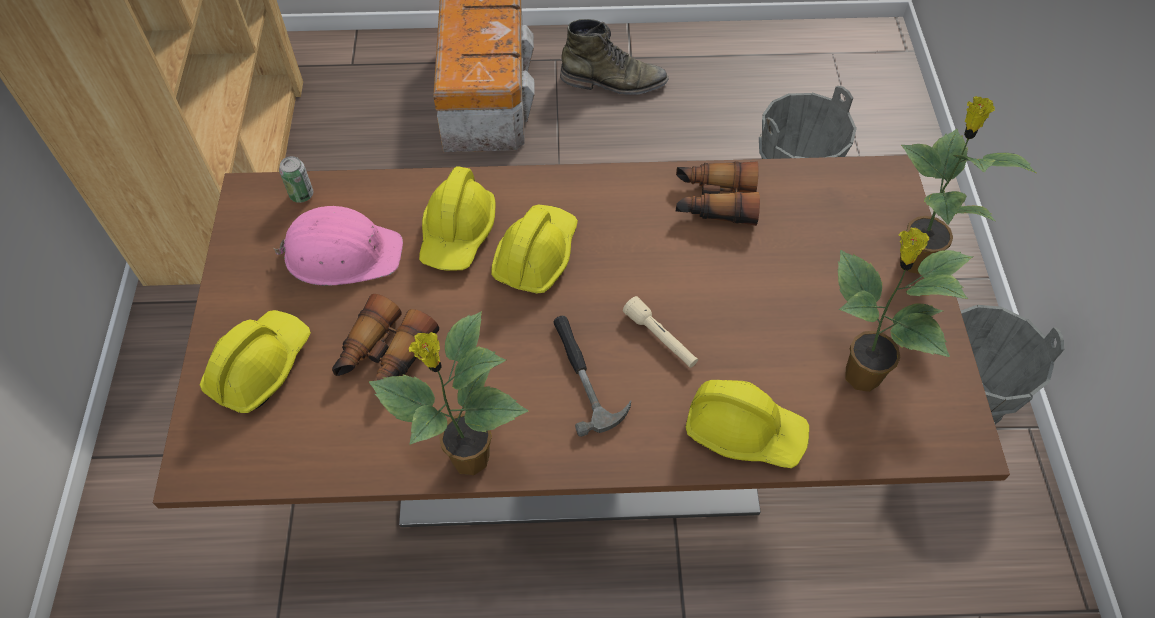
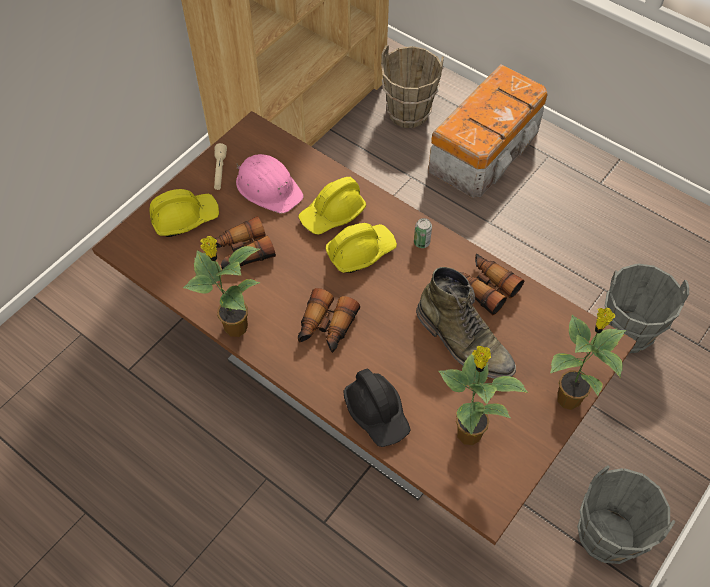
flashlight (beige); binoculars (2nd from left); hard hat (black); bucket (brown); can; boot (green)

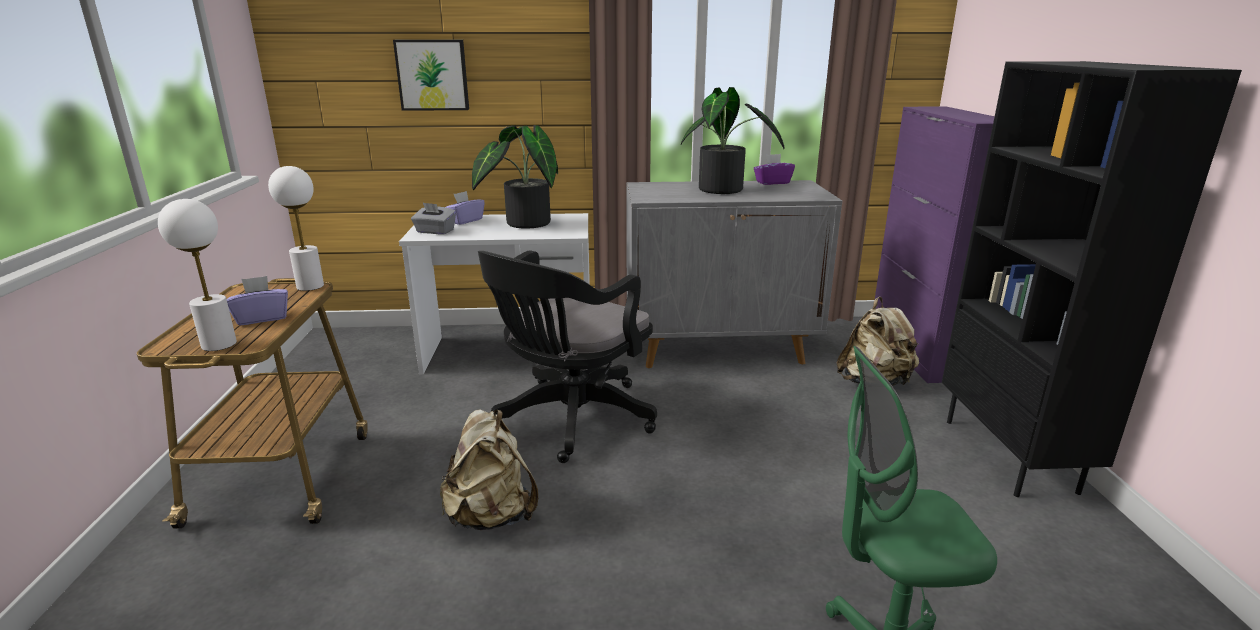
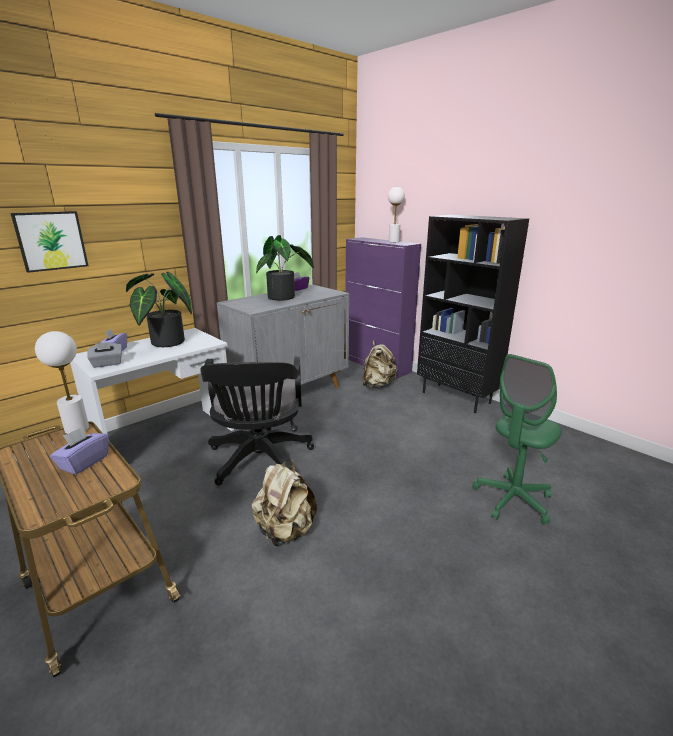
table lamp (white) (2nd from left)

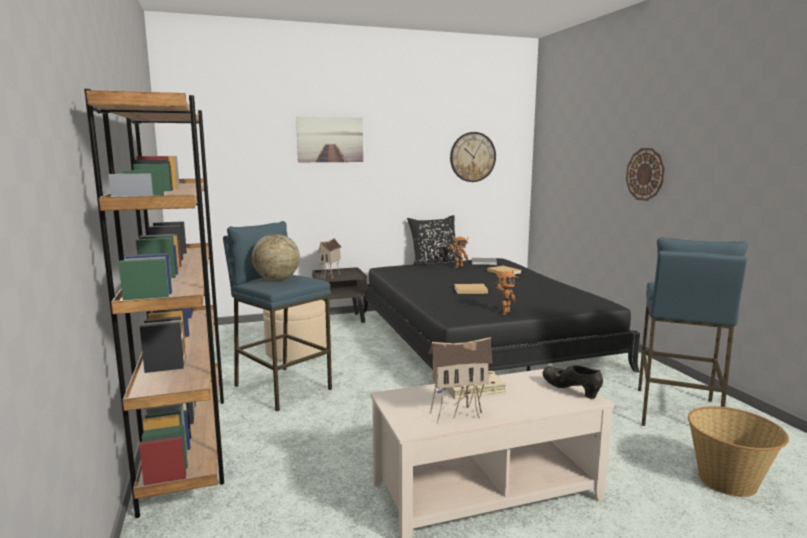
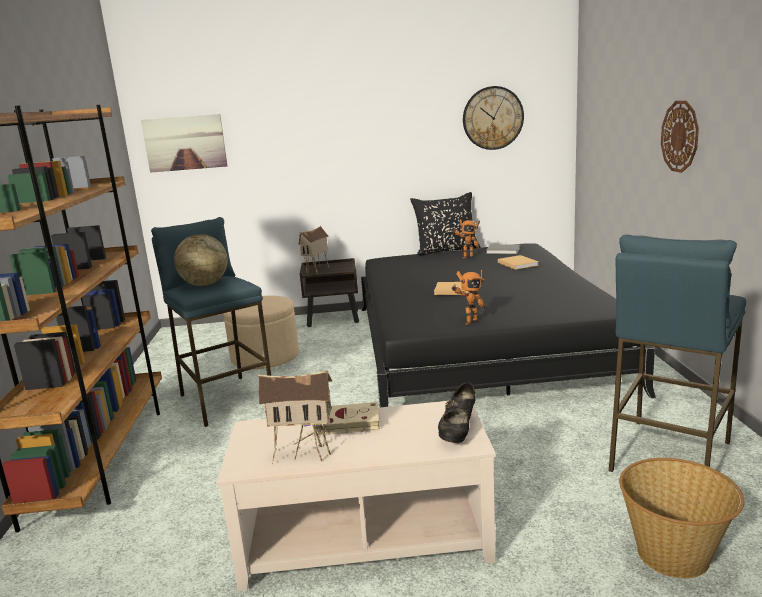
picture; shoe (black)

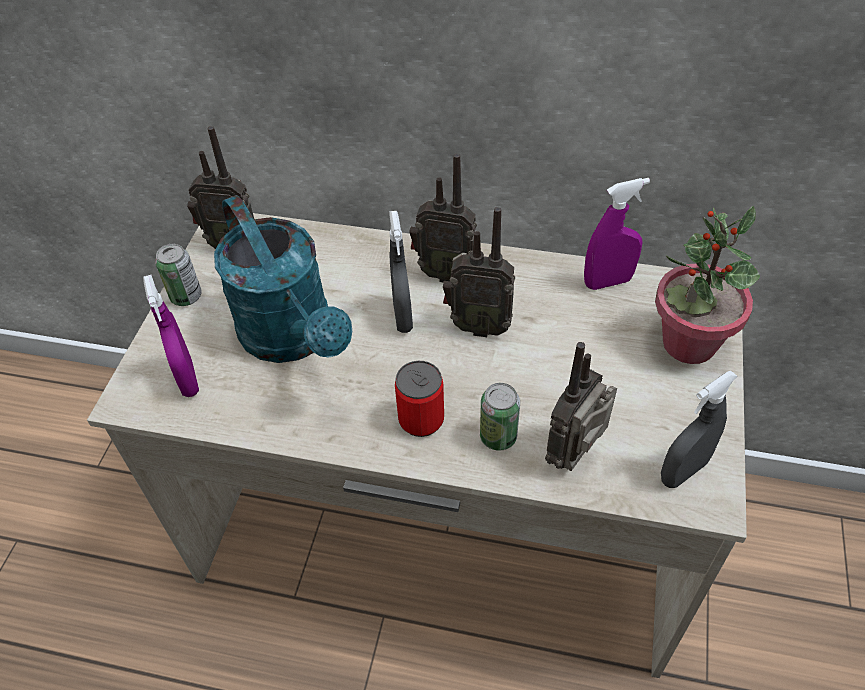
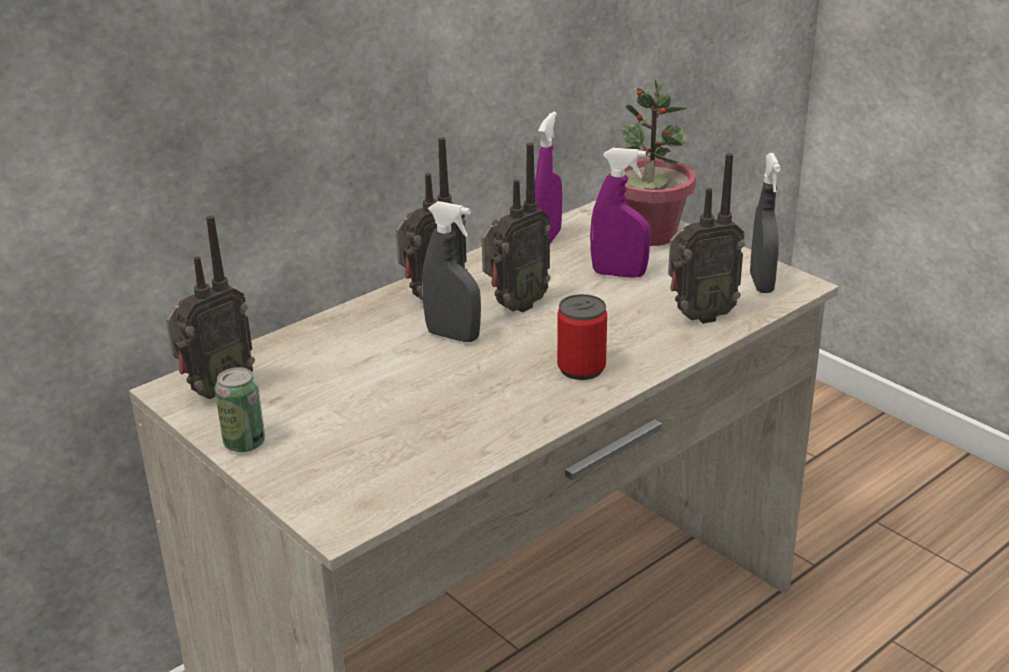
spray bottle (purple) (2nd from left); radio (4th from left); watering can (turquoise); can (3rd from left in the first image)

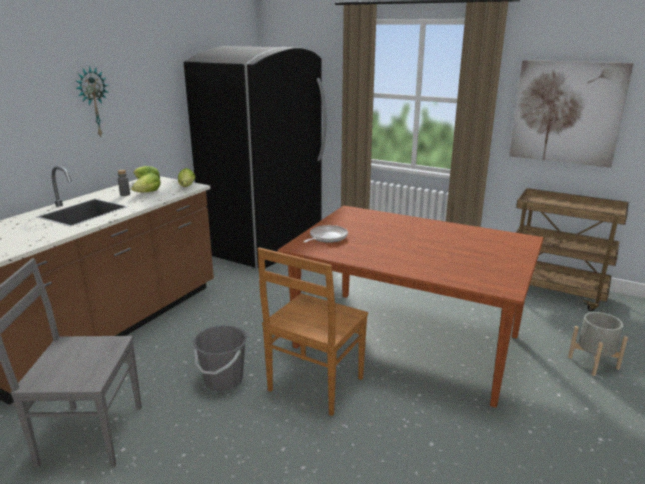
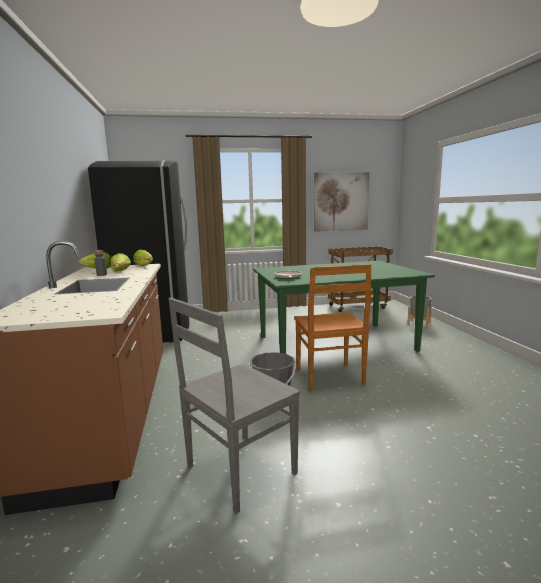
dining table (green); wall clock

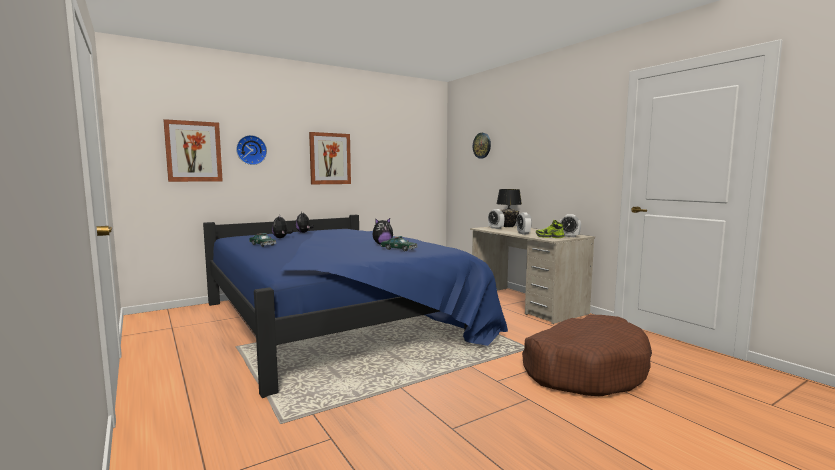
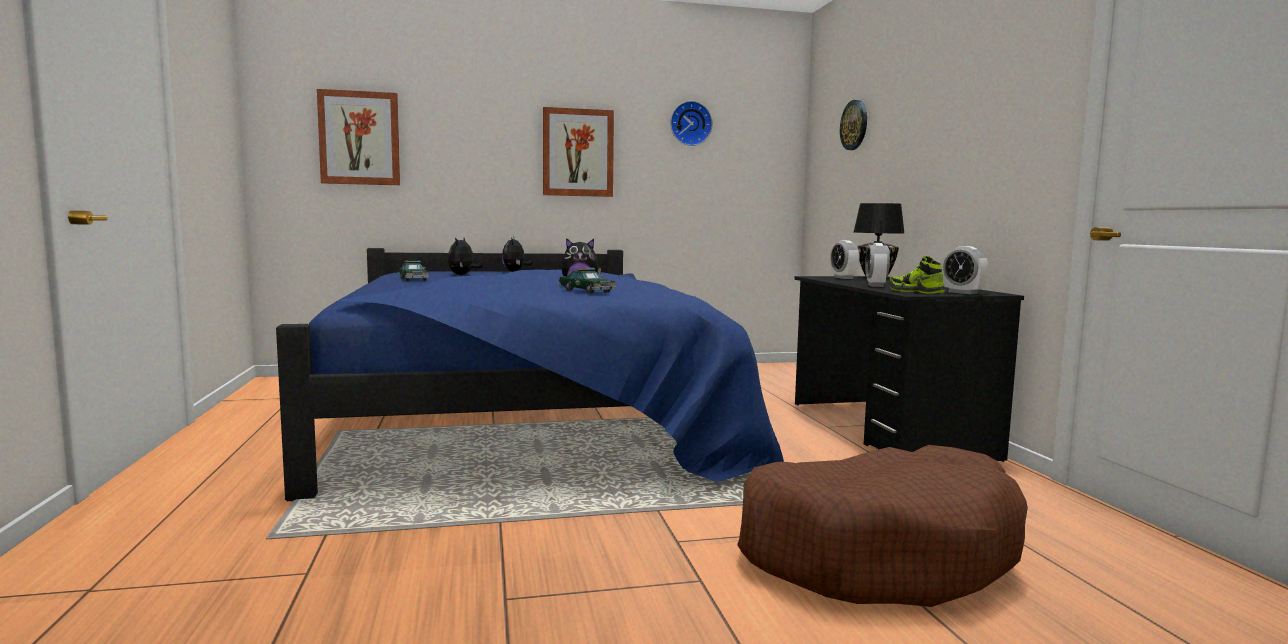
wall clock (1st from left); desk (black)

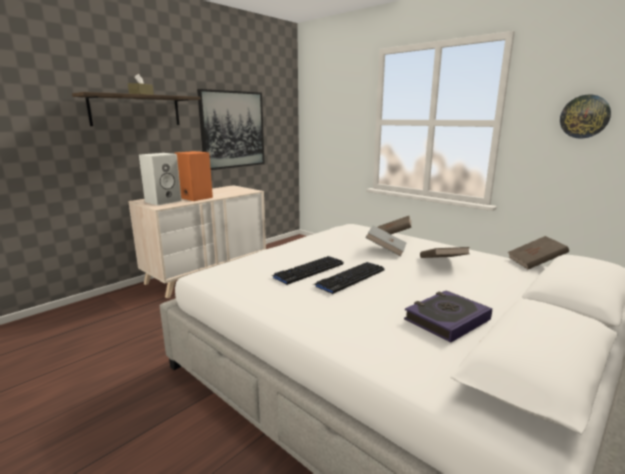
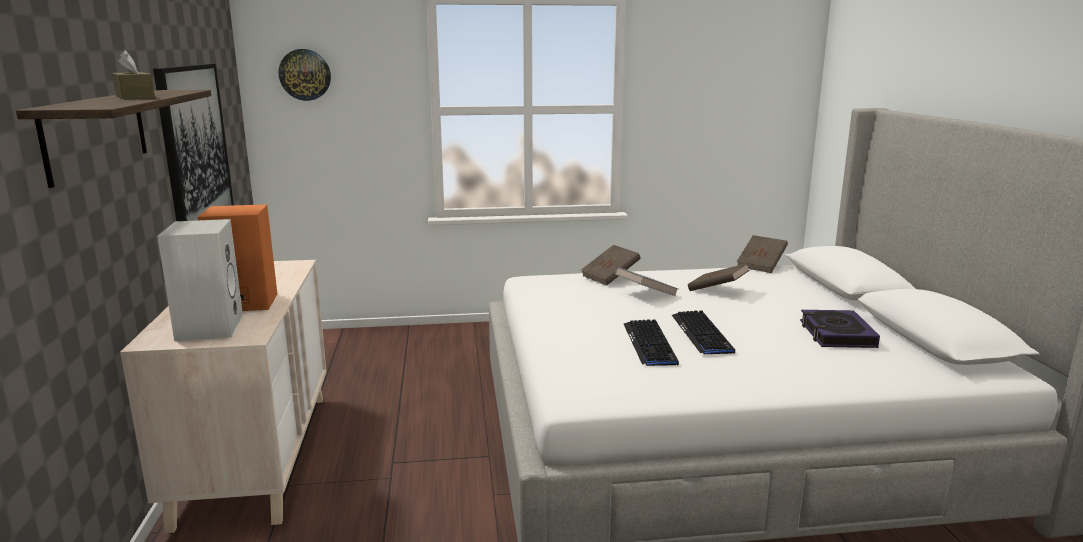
wall clock

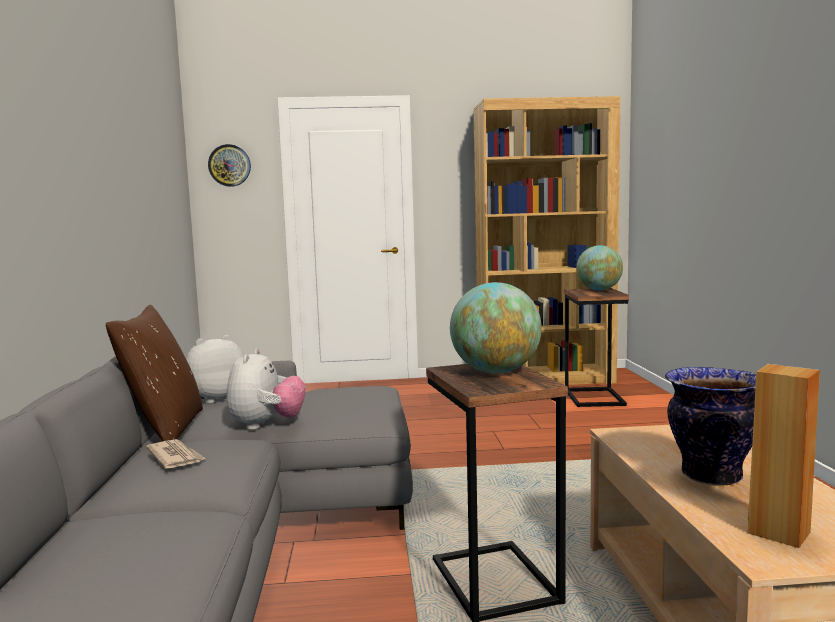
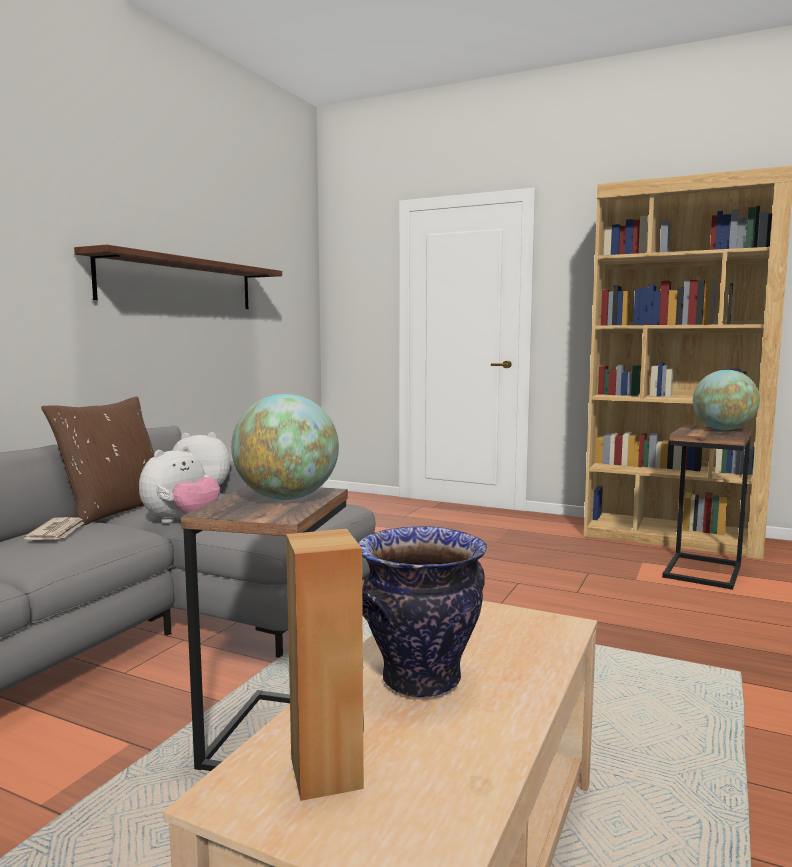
shelf; wall clock

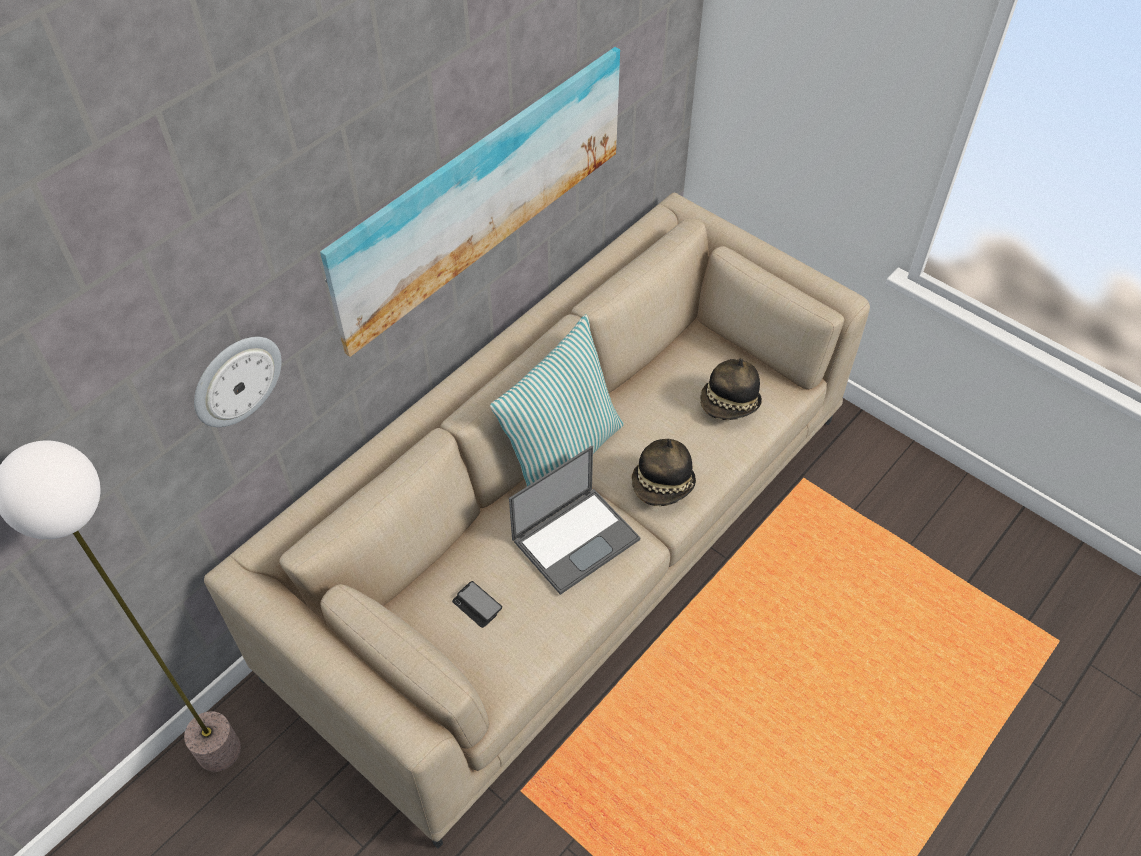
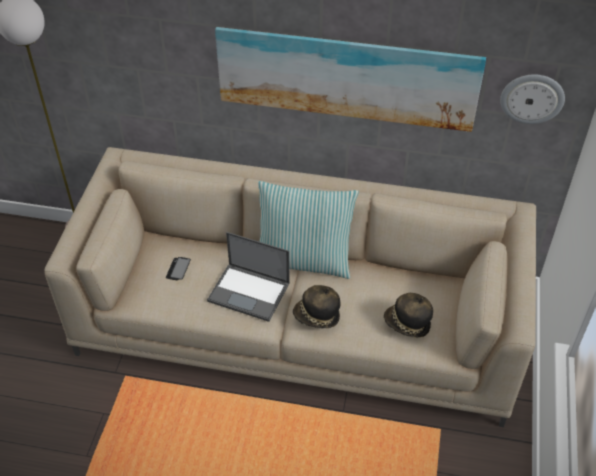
wall clock

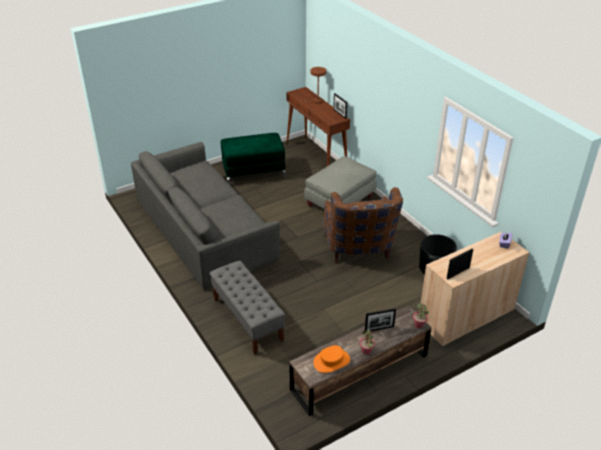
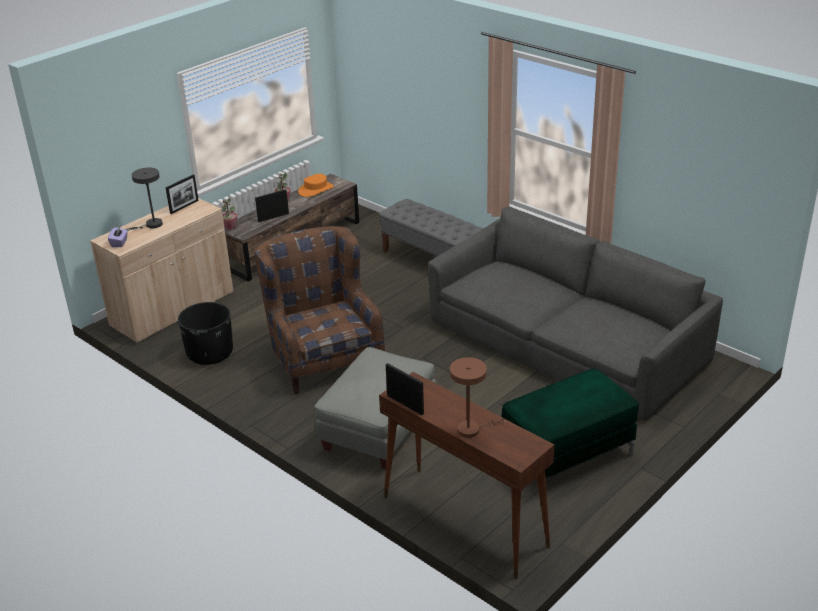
table lamp (grey)

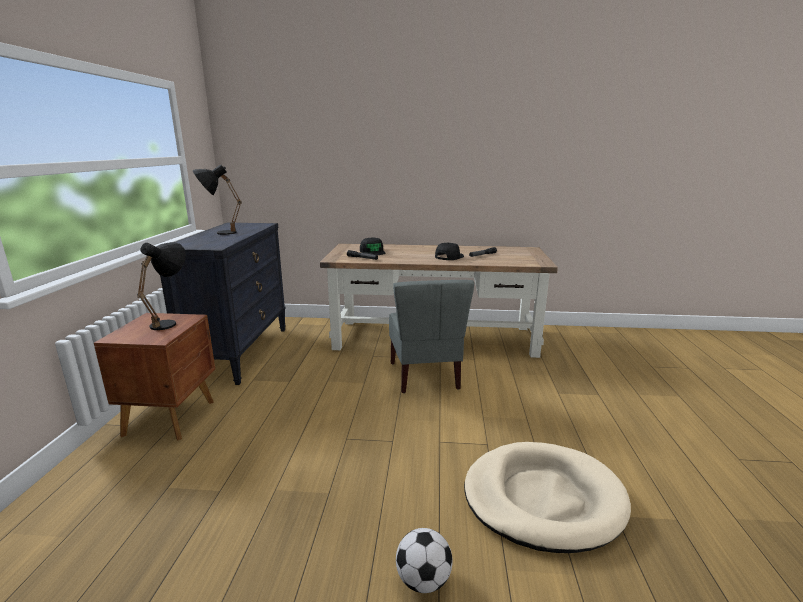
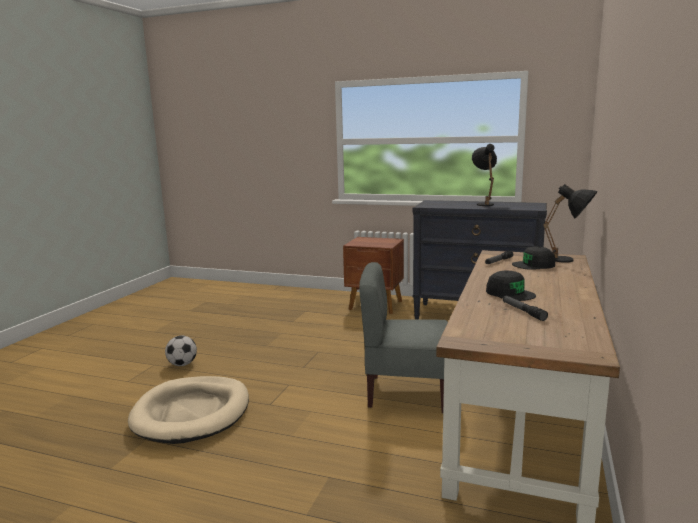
table lamp (black) (2nd from left)

